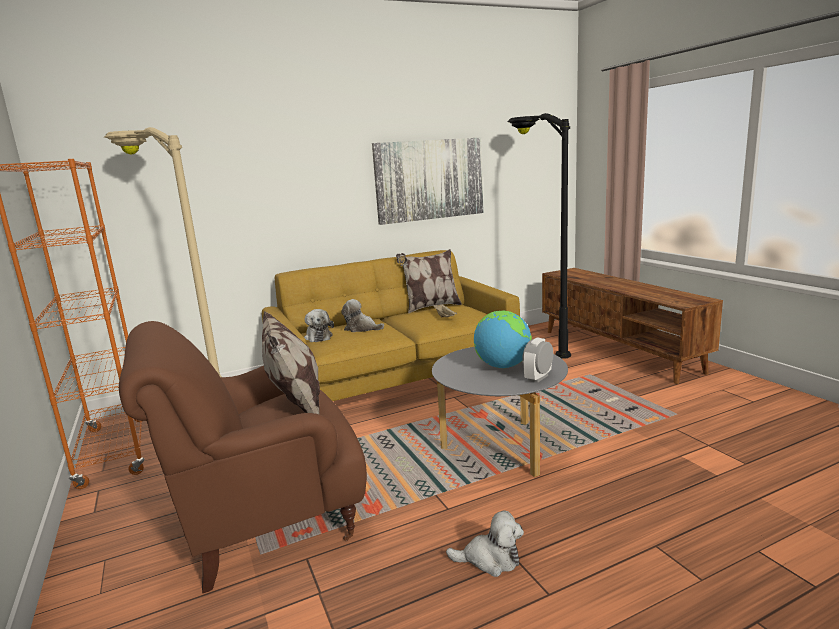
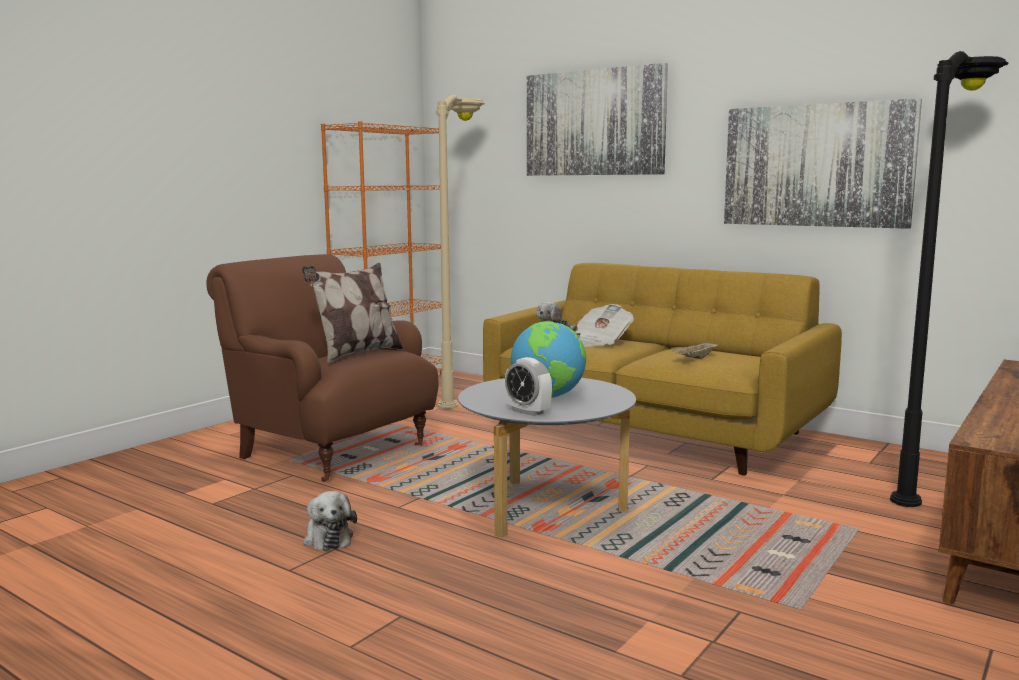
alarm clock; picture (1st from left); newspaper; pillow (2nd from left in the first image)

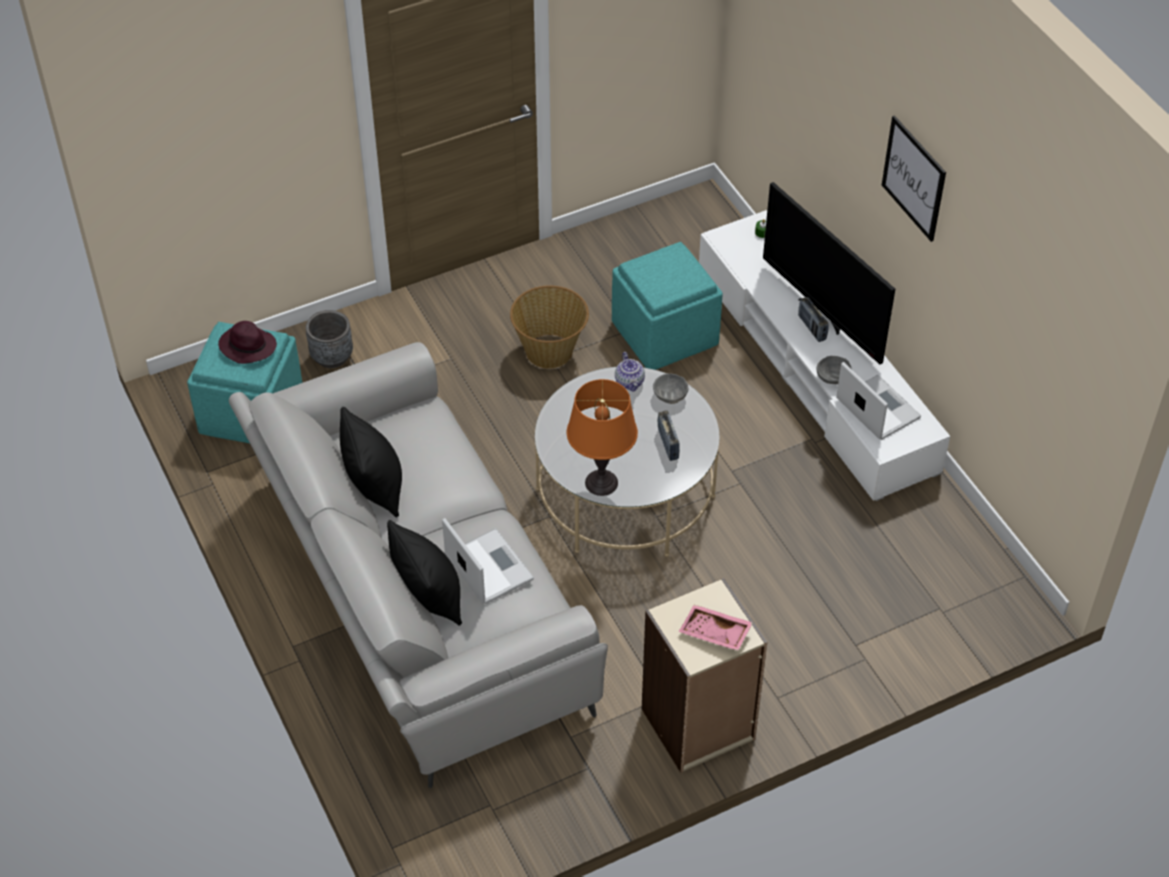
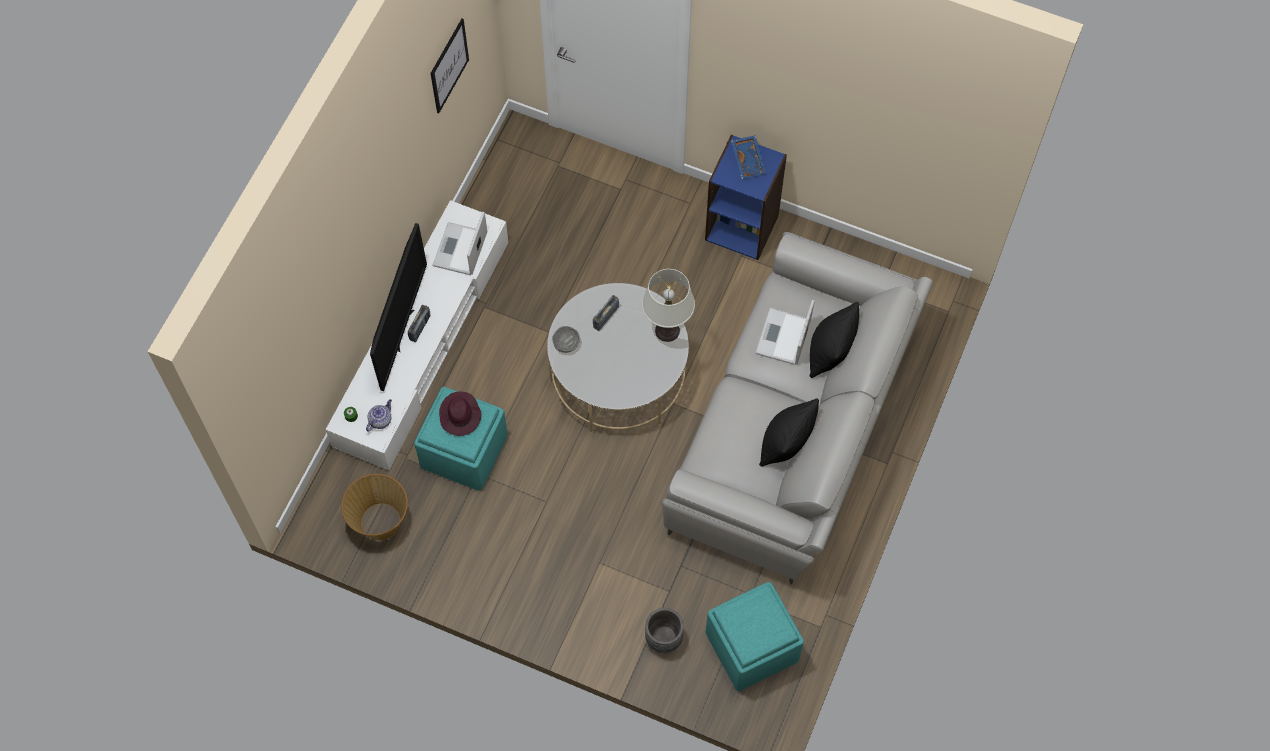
basket; teapot; picture; hat (purple); table lamp (white); bookcase (blue); tray (blue); bowl (grey) (2nd from left in the first image)

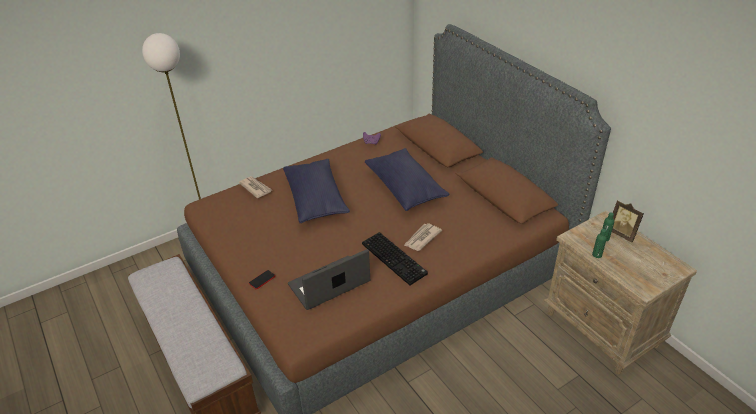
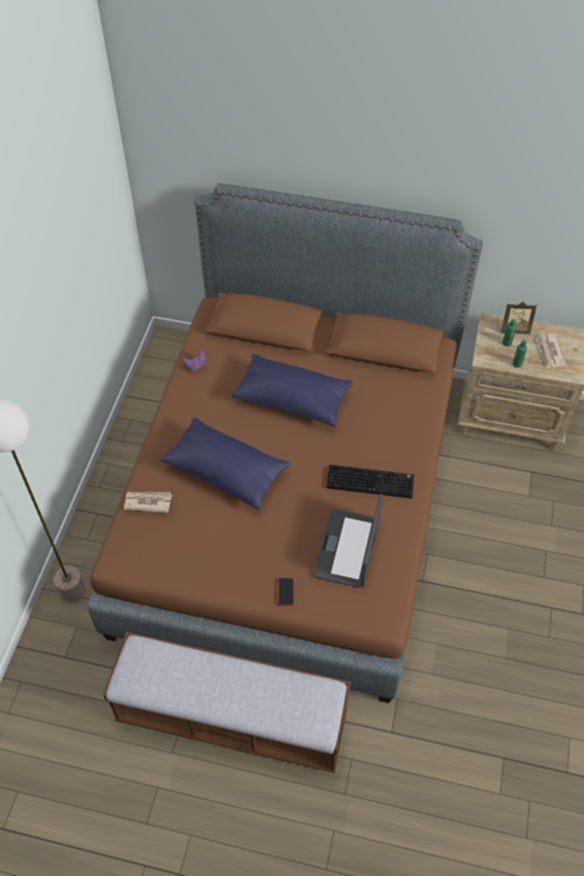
newspaper (2nd from left)

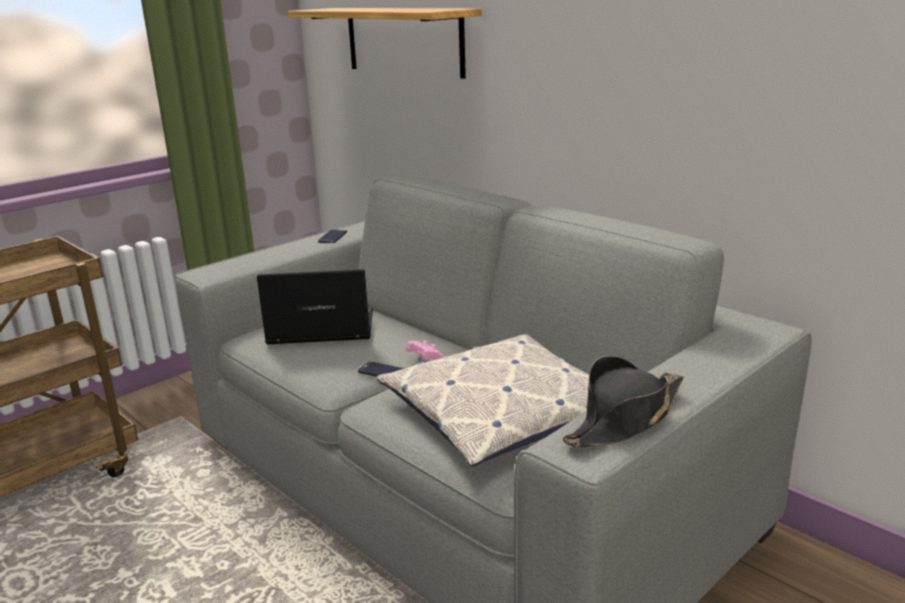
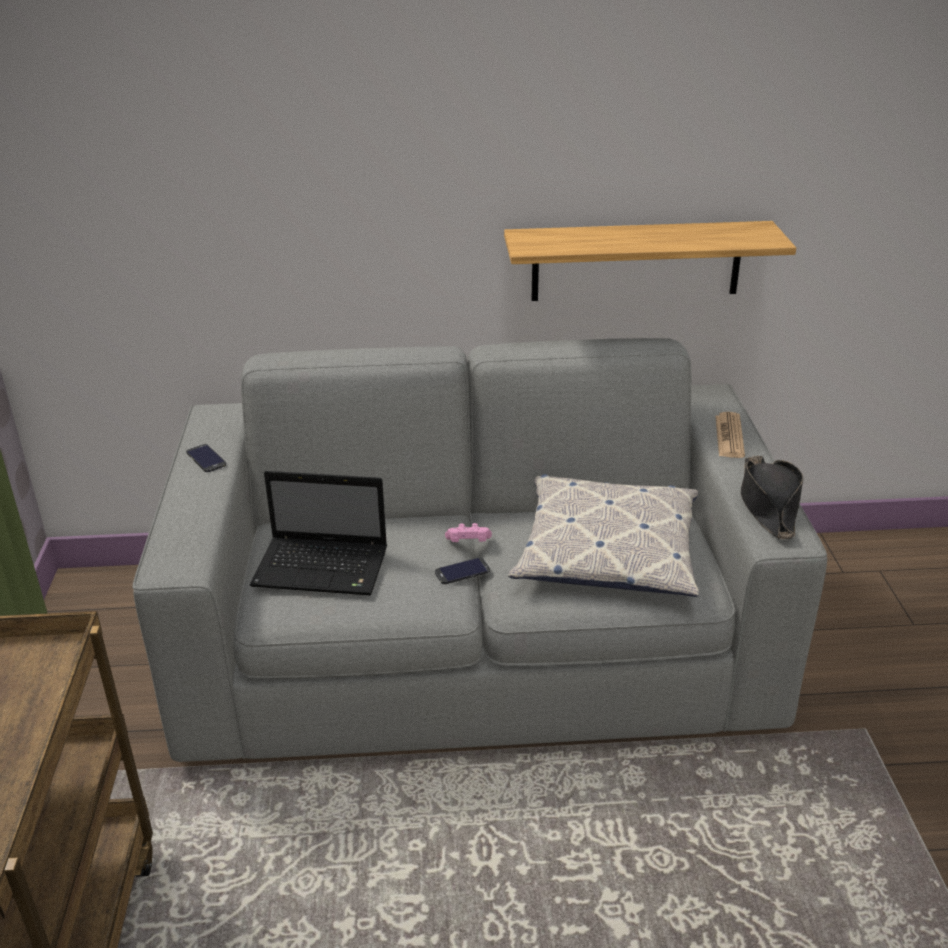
laptop; shelf; newspaper

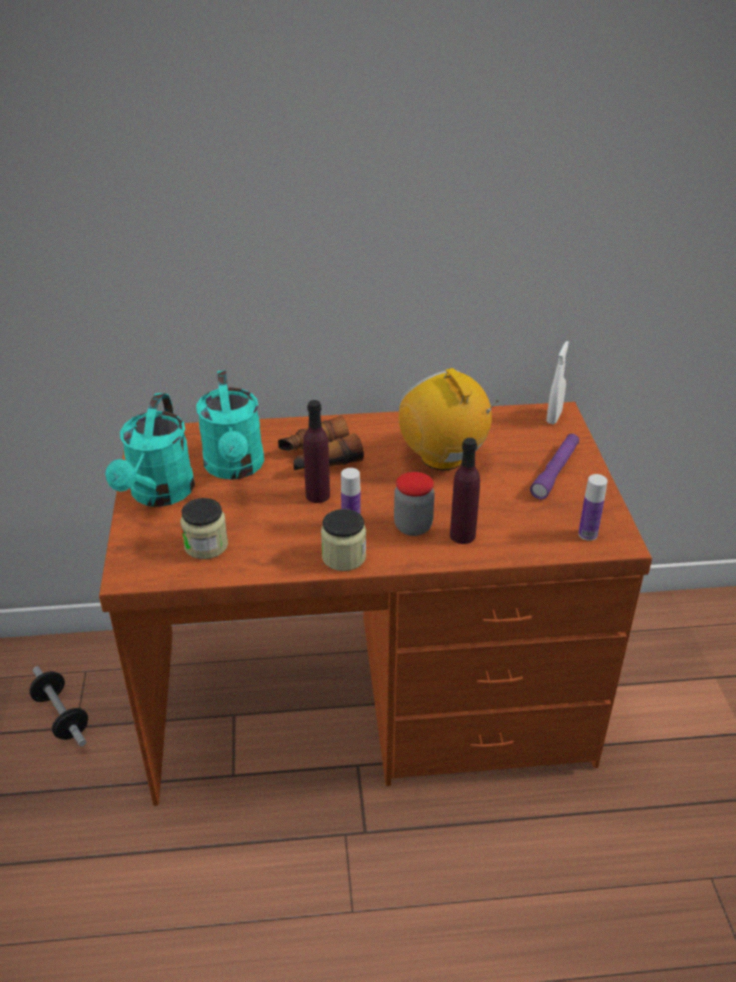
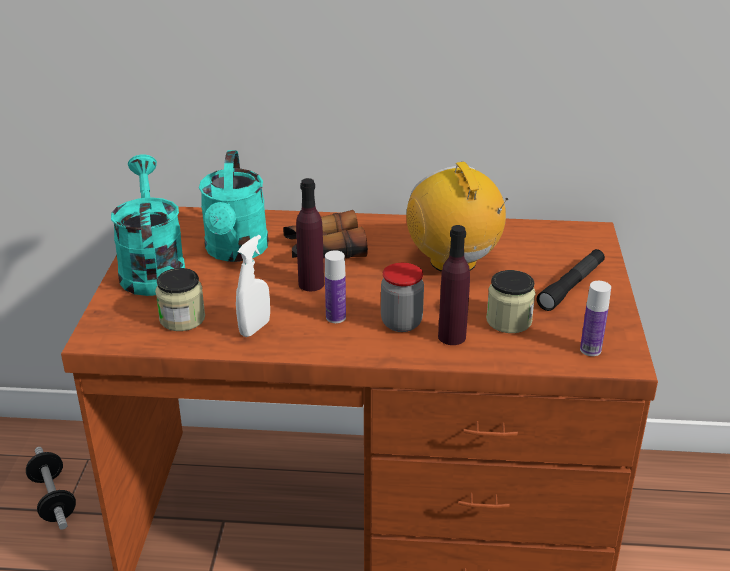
watering can (turquoise) (1st from left); spray bottle (white); jar (3rd from left); flashlight (black)

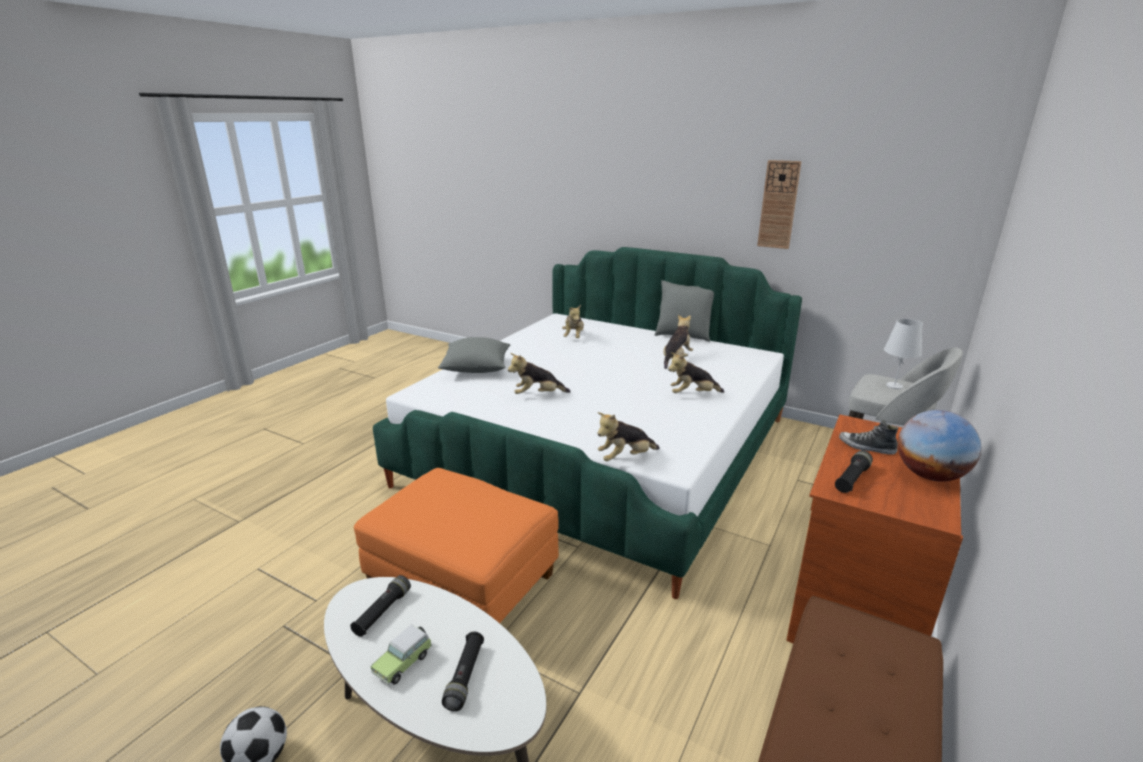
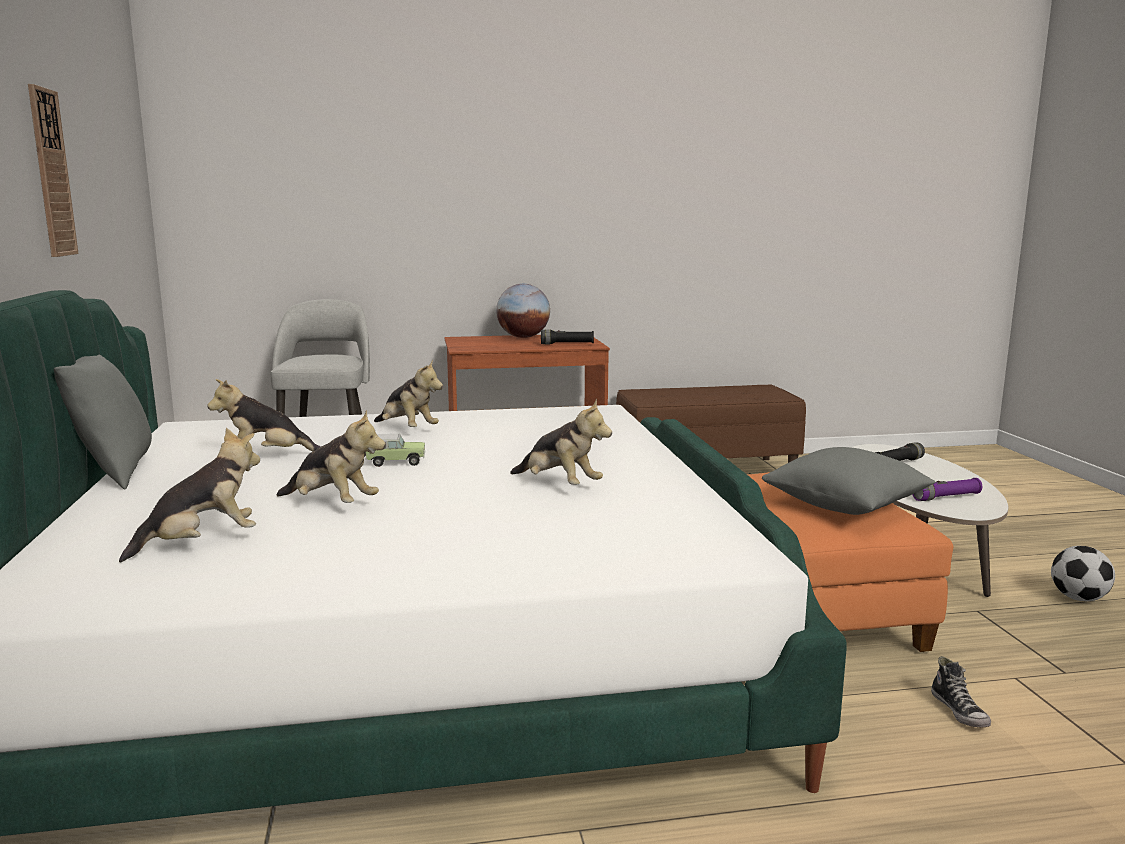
plush toy (3rd from left); toy car; pillow (grey) (2nd from left); flashlight (purple); shoe; table lamp (white)

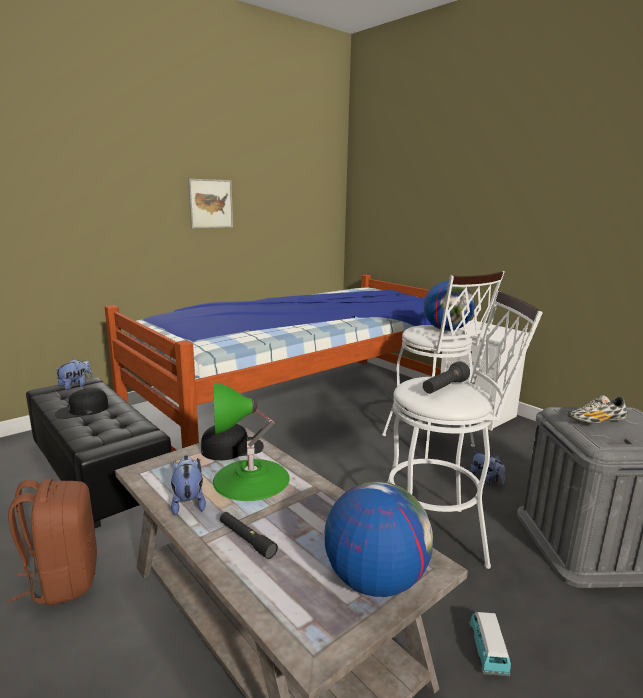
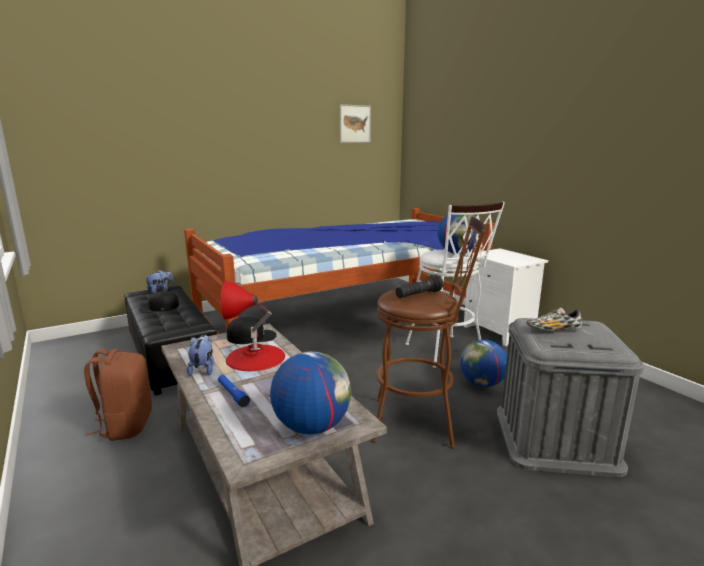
flashlight (blue); table lamp (red); picture; stool (brown); globe (3rd from left); toy car

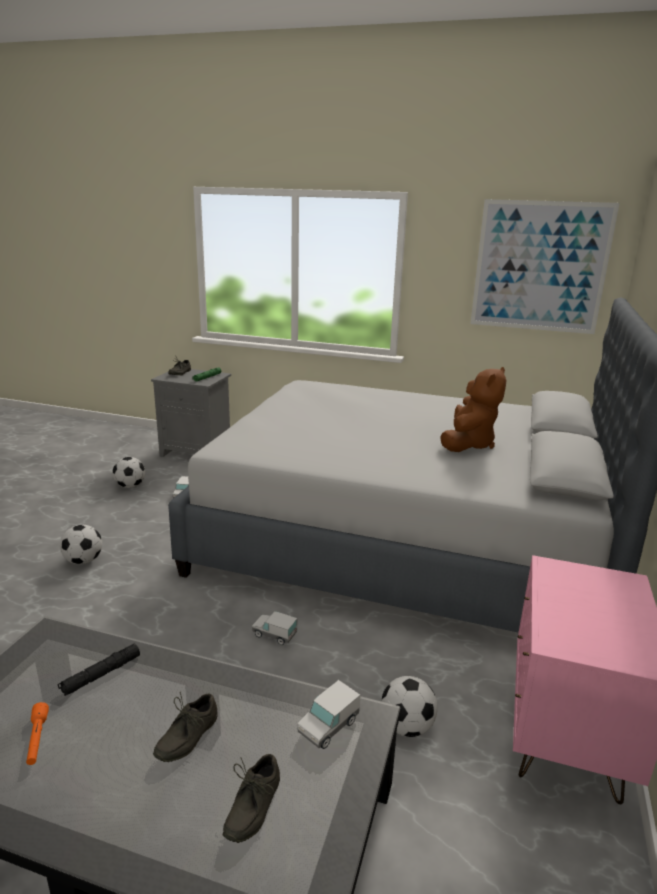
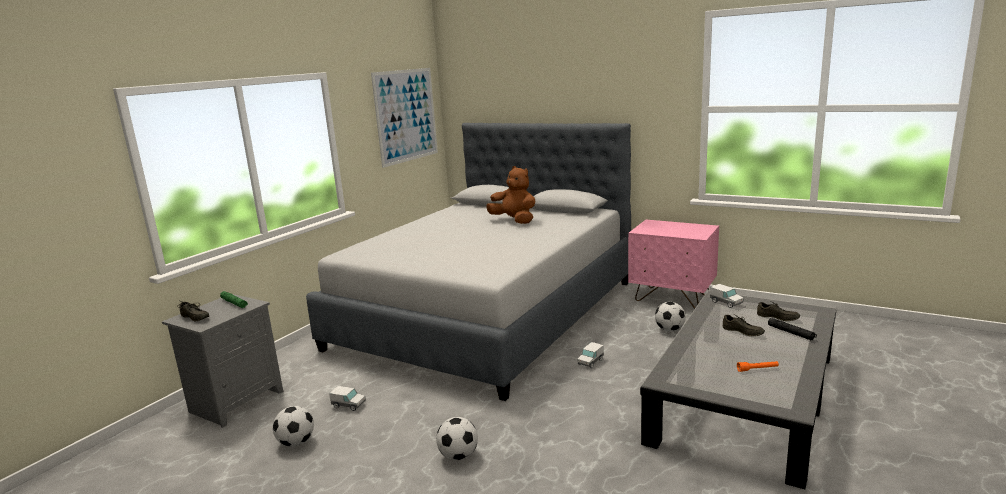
flashlight (black)

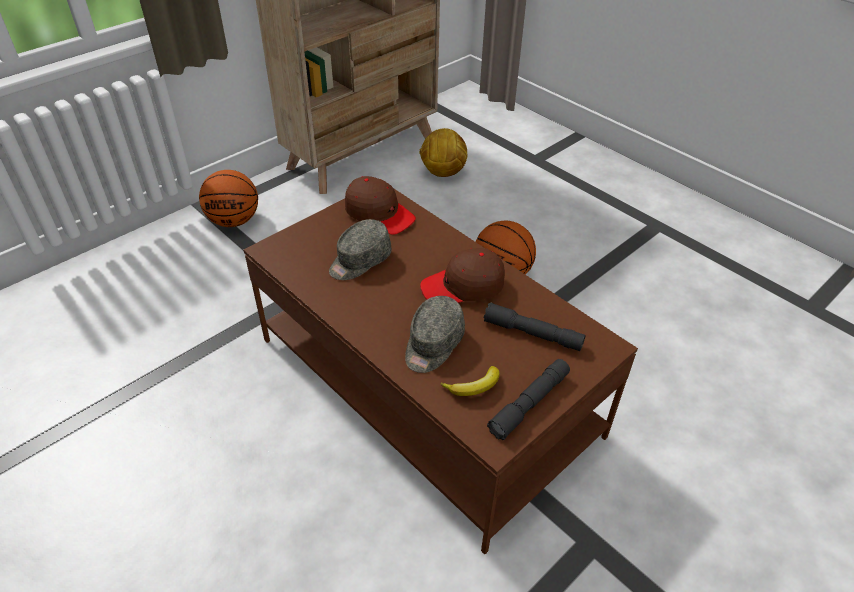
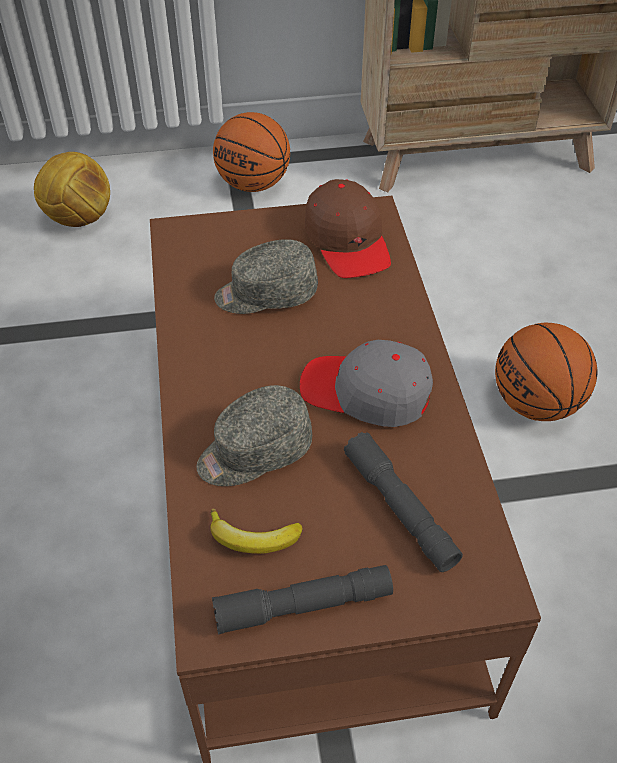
football; cap (grey) (3rd from left)

